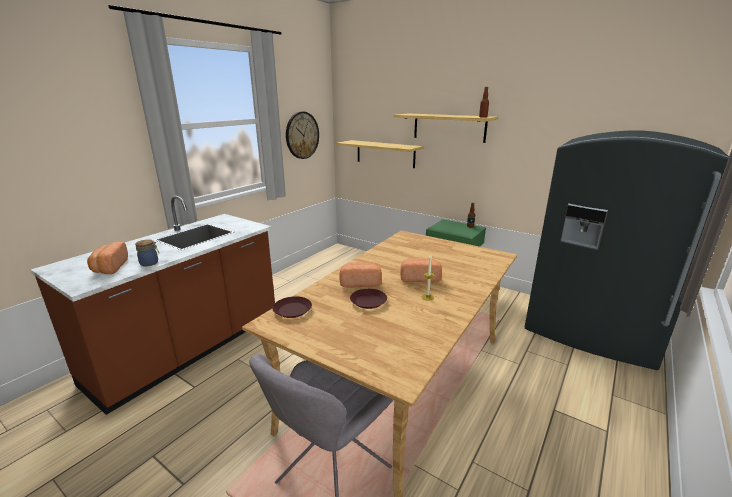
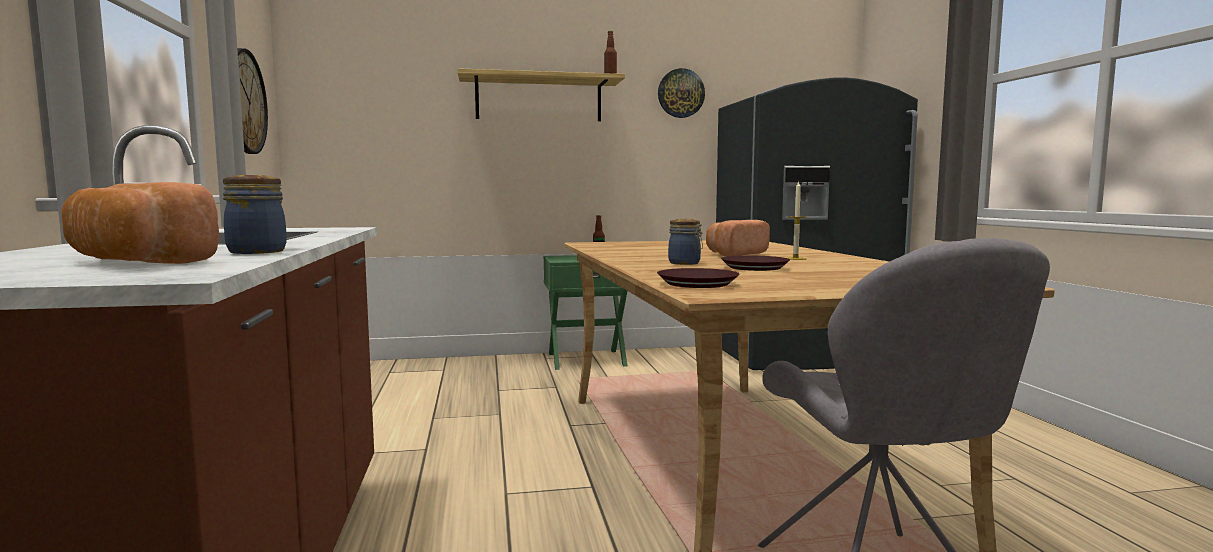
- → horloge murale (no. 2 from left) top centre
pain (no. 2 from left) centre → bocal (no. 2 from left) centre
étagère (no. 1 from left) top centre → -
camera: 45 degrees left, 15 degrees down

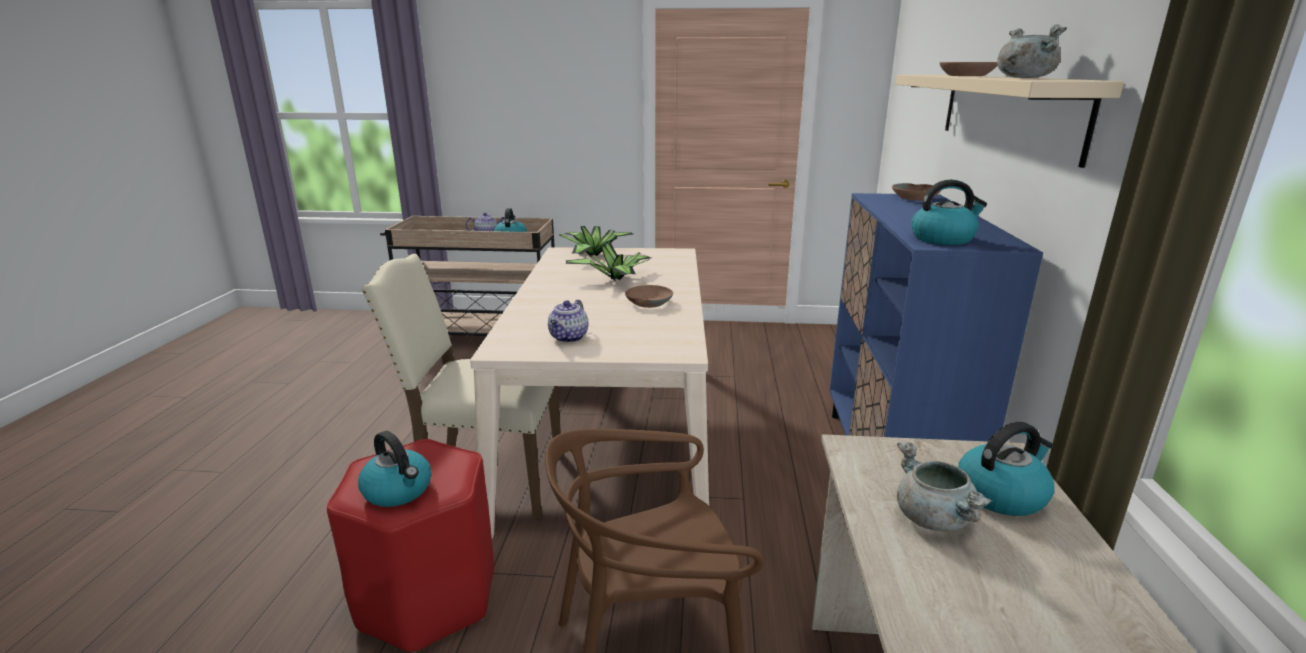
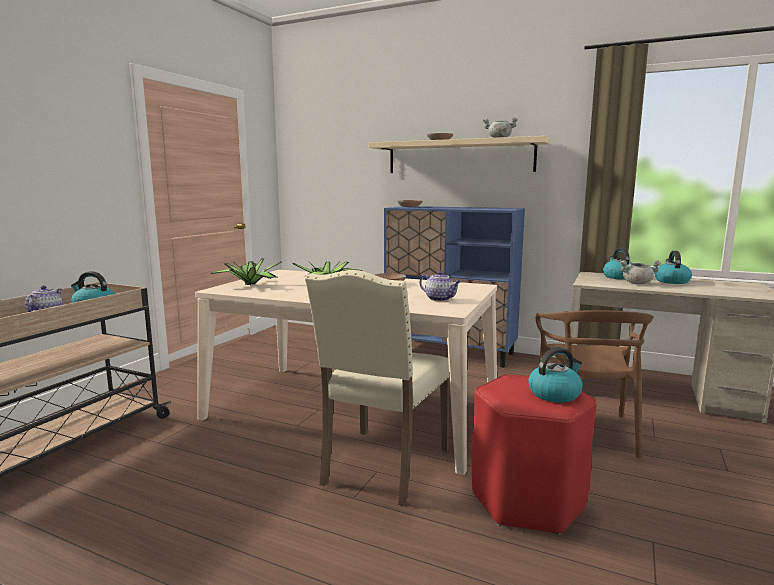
bouilloire (no. 3 from left in the first image) top right → bouilloire (no. 4 from left) middle right, shifted
camera: 70 degrees left, 10 degrees down

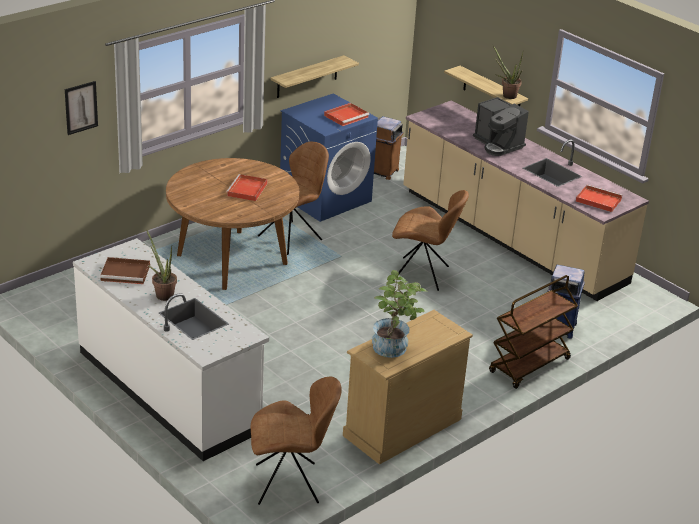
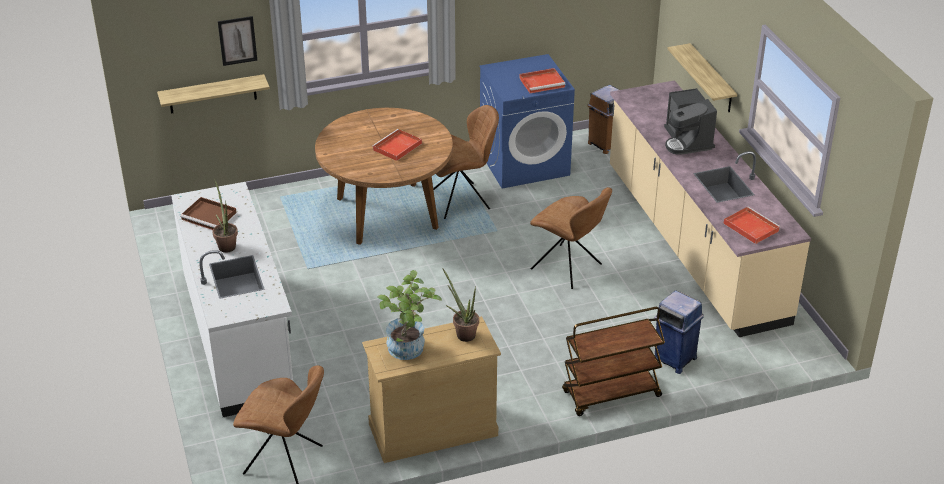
étagère (no. 1 from left) top centre → étagère (no. 1 from left) top left, shifted
plante en pot (no. 3 from left) top right → plante en pot (no. 3 from left) centre, shifted
camera: 25 degrees right, 5 degrees up

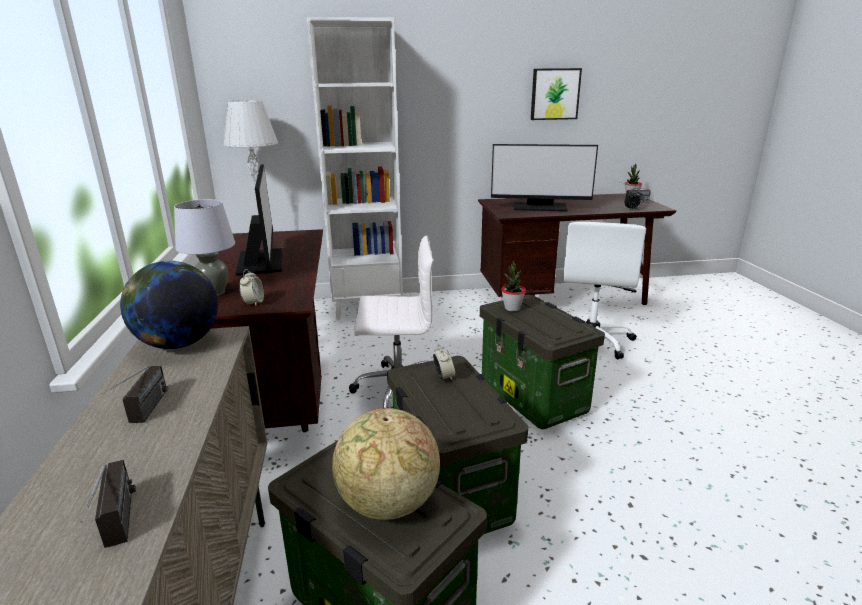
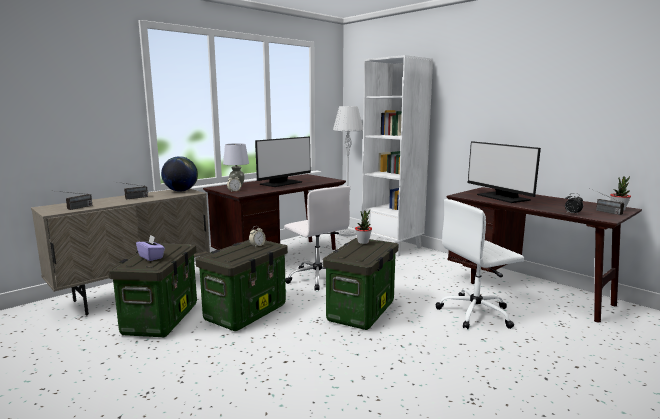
globe (no. 2 from left) bottom centre → boîte à mouchoirs [violet] middle left
tableau top centre → -
camera: 55 degrees right, 10 degrees down

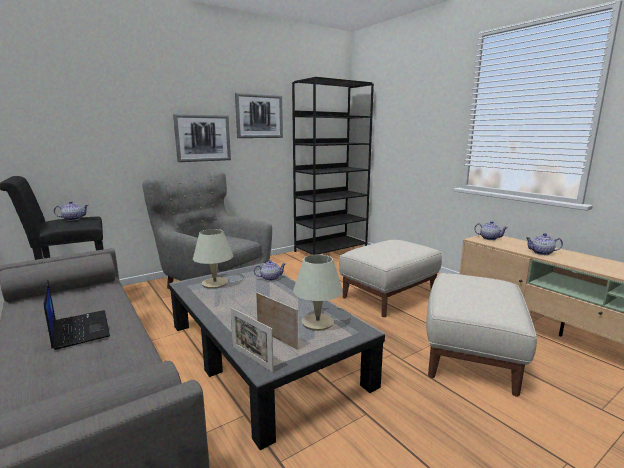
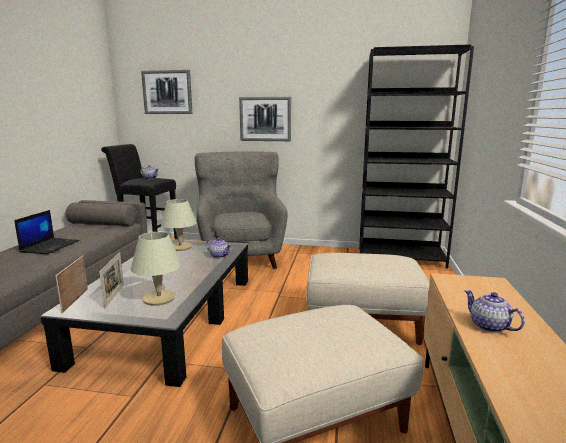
tableau (no. 2 from left in the first image) top centre → tableau (no. 1 from left) top left, shifted
théière (no. 3 from left) middle right → -
camera: 45 degrees right, 0 degrees up

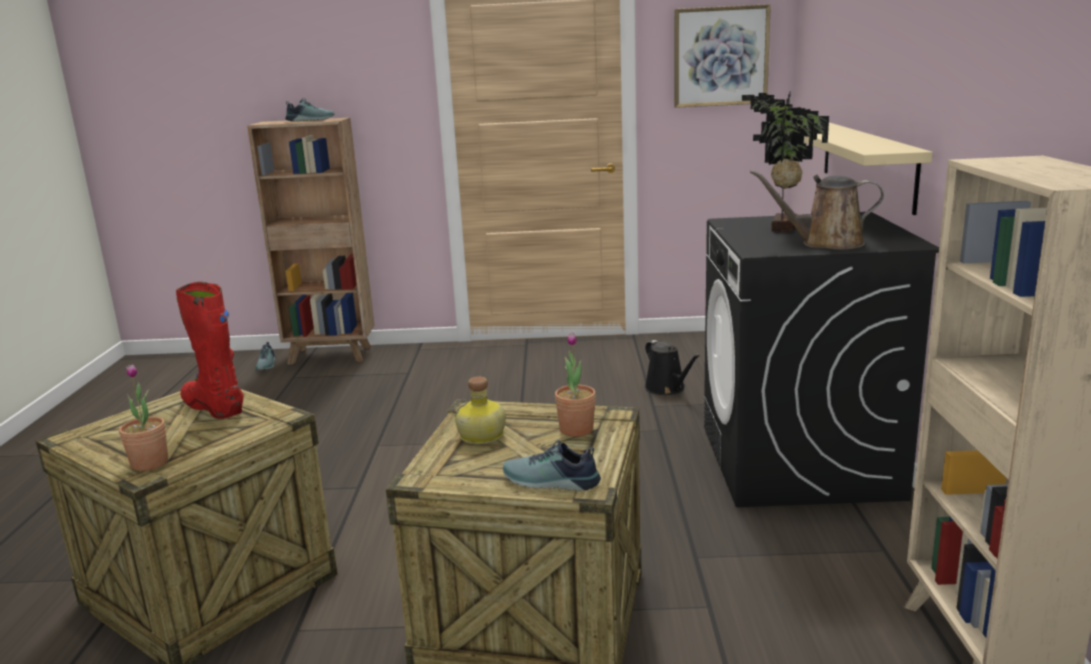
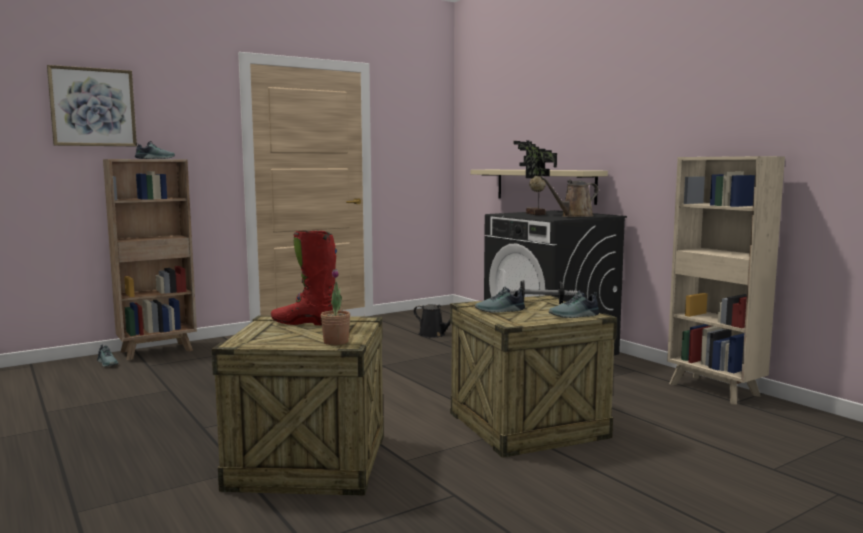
tableau top centre → tableau top left, shifted
bouteille centre → chaussure (no. 3 from left) centre
plante en pot (no. 2 from left) centre → haltère centre
camera: 35 degrees left, 10 degrees down

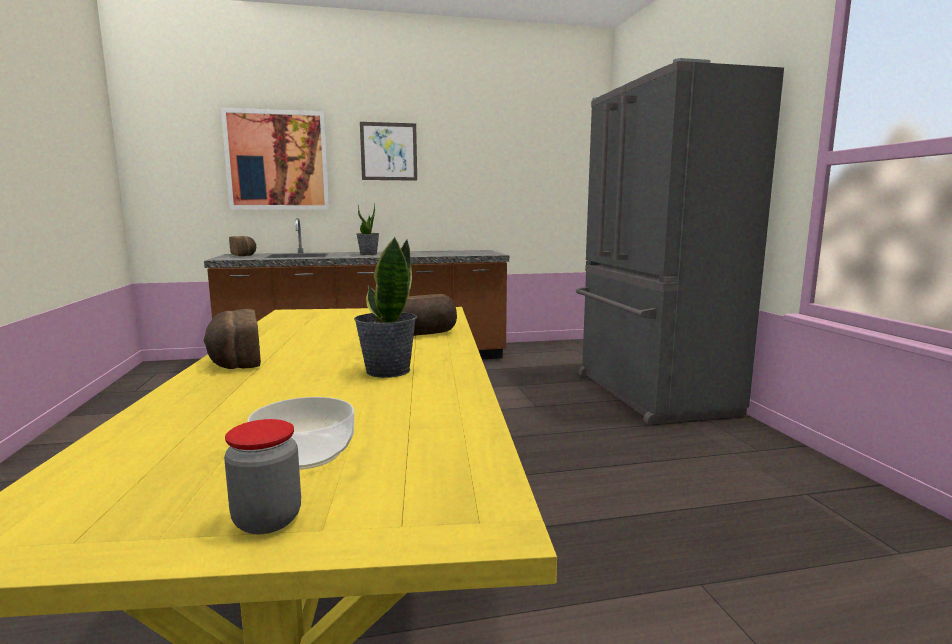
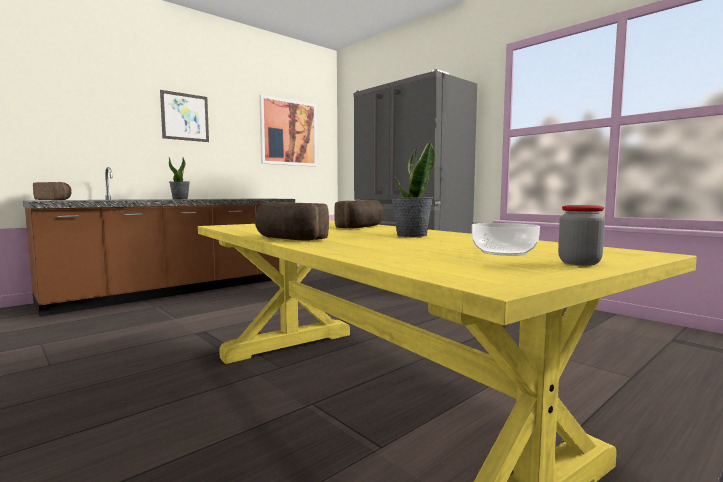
tableau (no. 1 from left in the first image) top left → tableau (no. 2 from left) top centre, shifted
camera: 30 degrees left, 5 degrees down

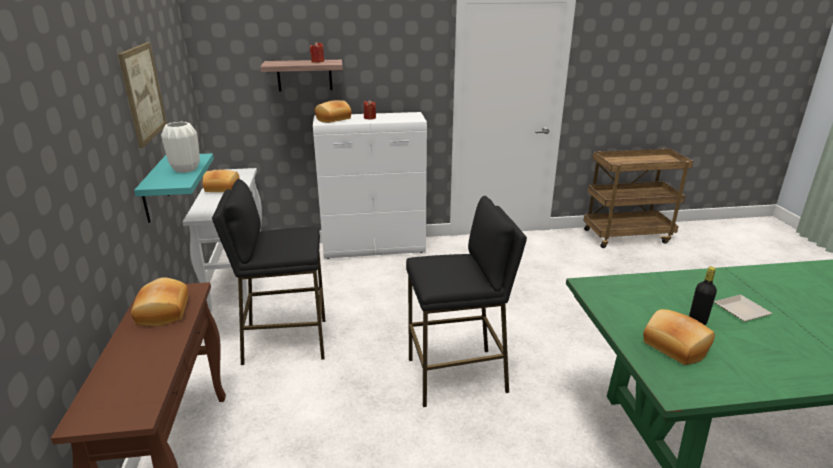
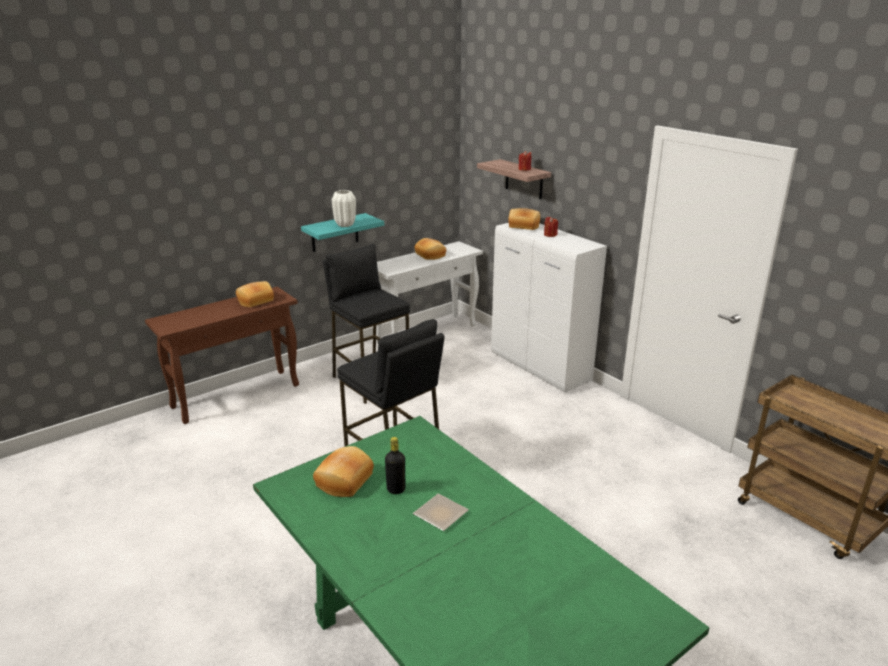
tableau top left → -
camera: 60 degrees right, 0 degrees up

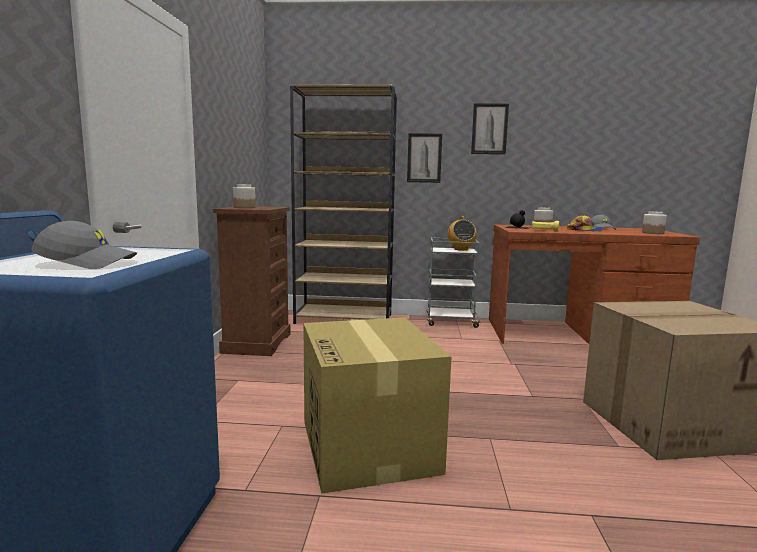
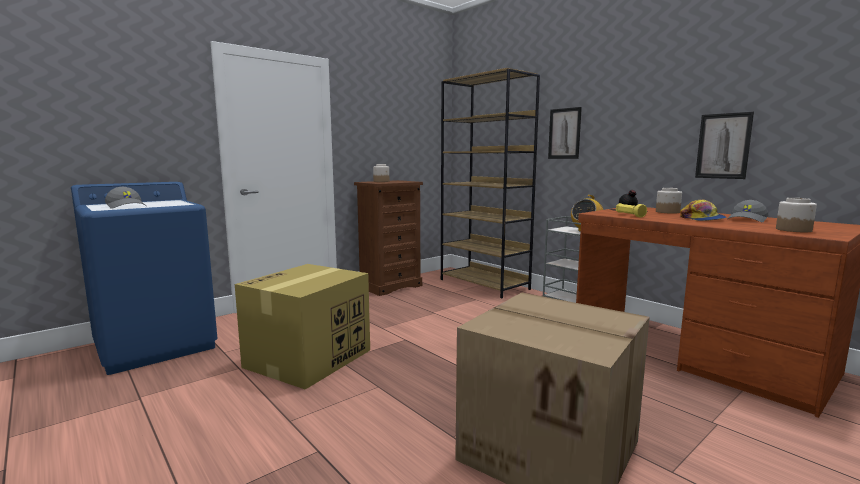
tableau (no. 2 from left) top centre → tableau (no. 2 from left) top right, shifted
camera: 45 degrees right, 0 degrees up

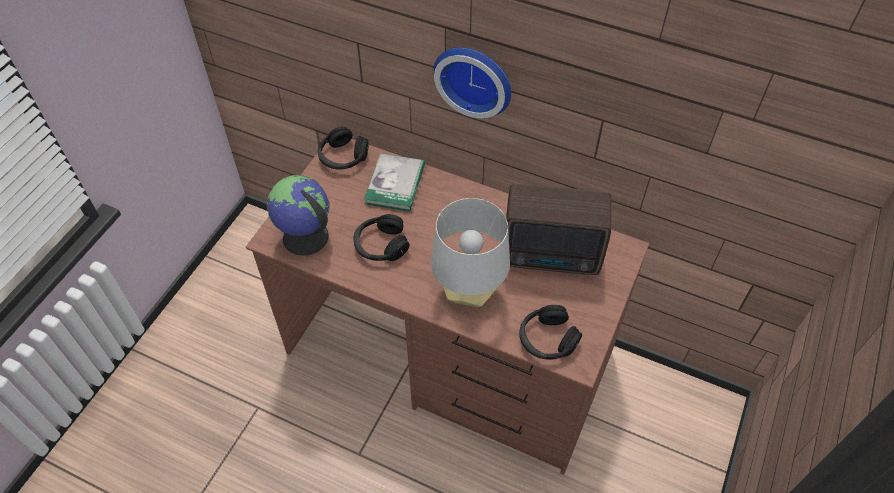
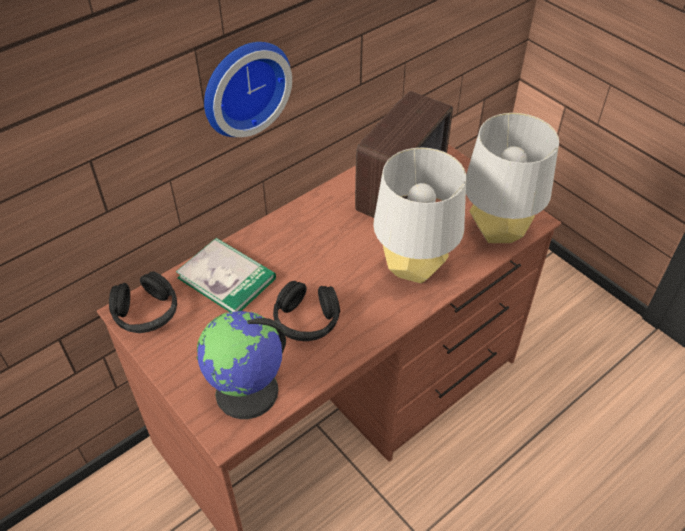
casque audio [noir] (no. 3 from left) bottom centre → lampe de table [gris] (no. 2 from left) middle right
camera: 65 degrees left, 5 degrees down

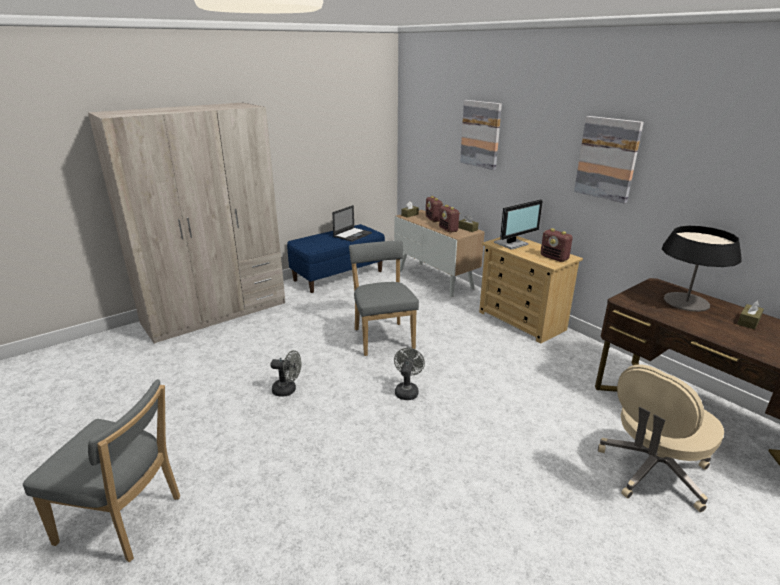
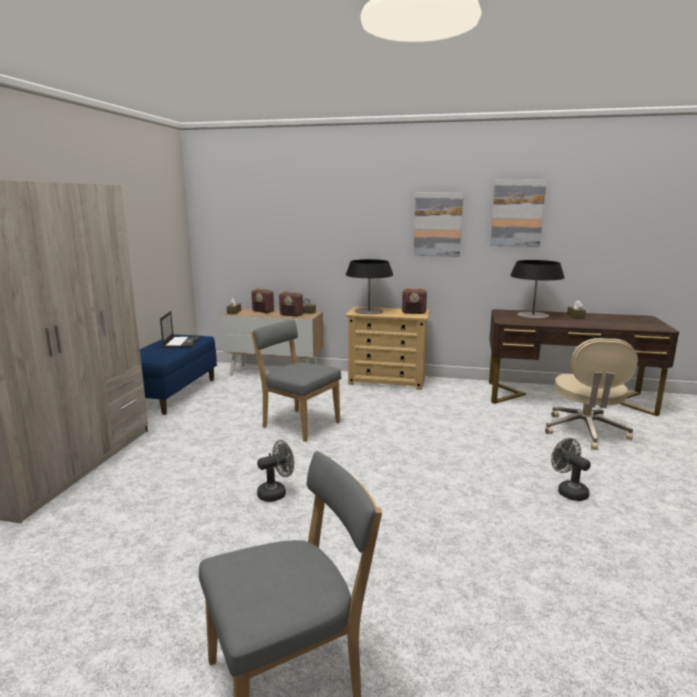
écran d'ordinateur centre → lampe de table (no. 1 from left) centre
tableau (no. 1 from left in the first image) top centre → tableau (no. 2 from left) top right, shifted
ventilateur [gris] (no. 2 from left) centre → ventilateur [gris] (no. 2 from left) bottom right, shifted
camera: 40 degrees left, 10 degrees down

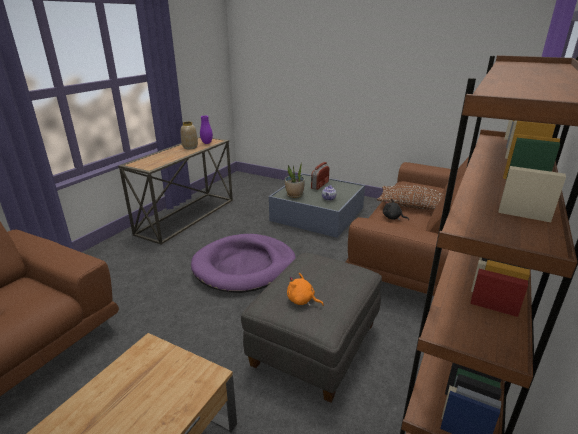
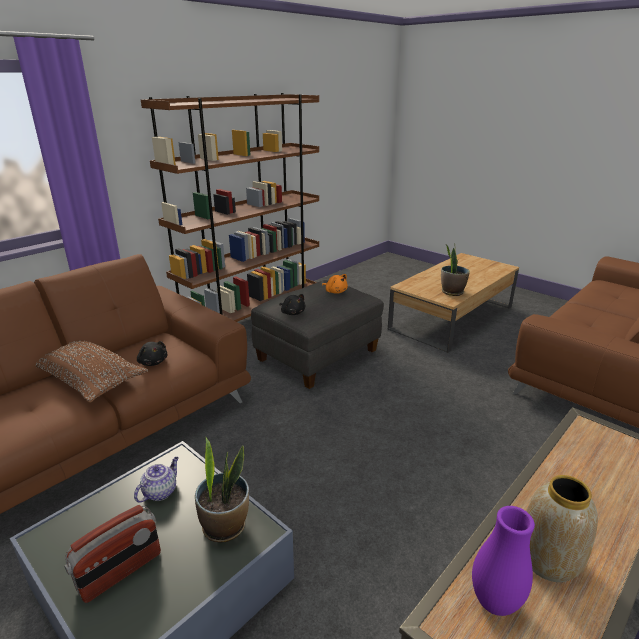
- → peluche [noir] (no. 2 from left) centre
- → plante en pot (no. 2 from left) middle right
panier pour chien [violet] centre → -
camera: 165 degrees left, 0 degrees up

